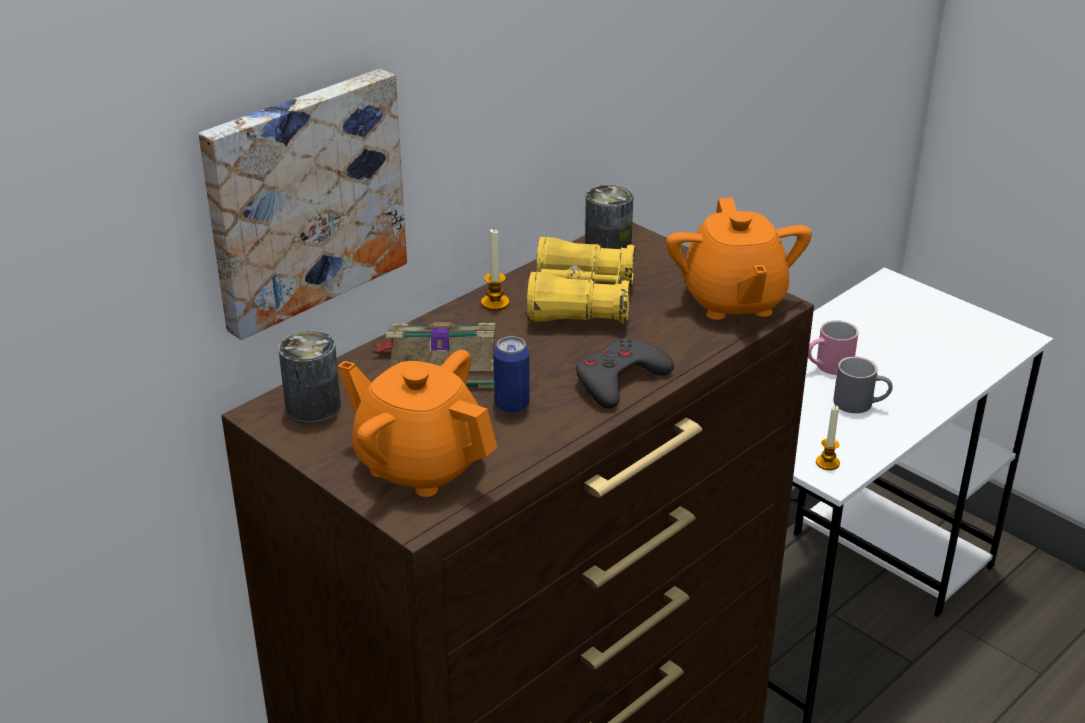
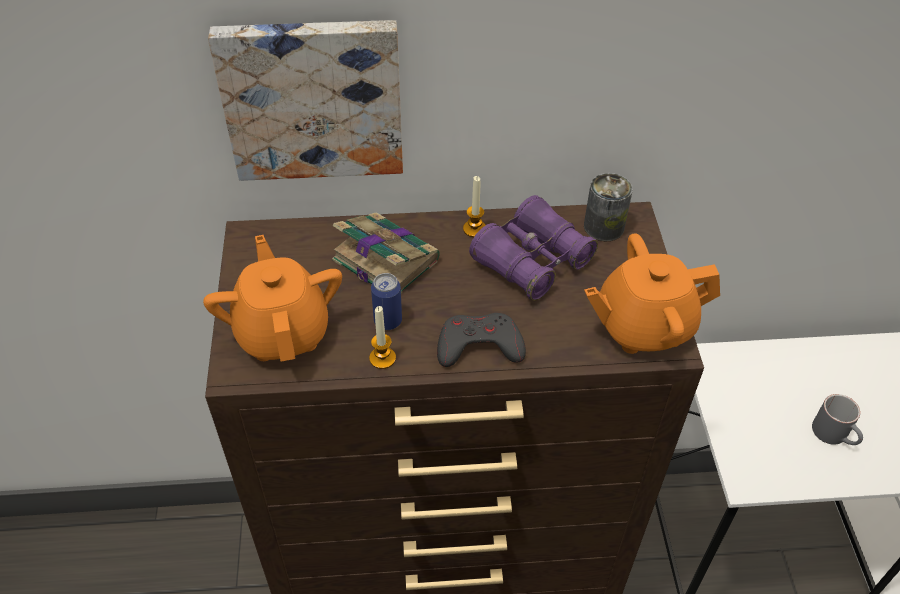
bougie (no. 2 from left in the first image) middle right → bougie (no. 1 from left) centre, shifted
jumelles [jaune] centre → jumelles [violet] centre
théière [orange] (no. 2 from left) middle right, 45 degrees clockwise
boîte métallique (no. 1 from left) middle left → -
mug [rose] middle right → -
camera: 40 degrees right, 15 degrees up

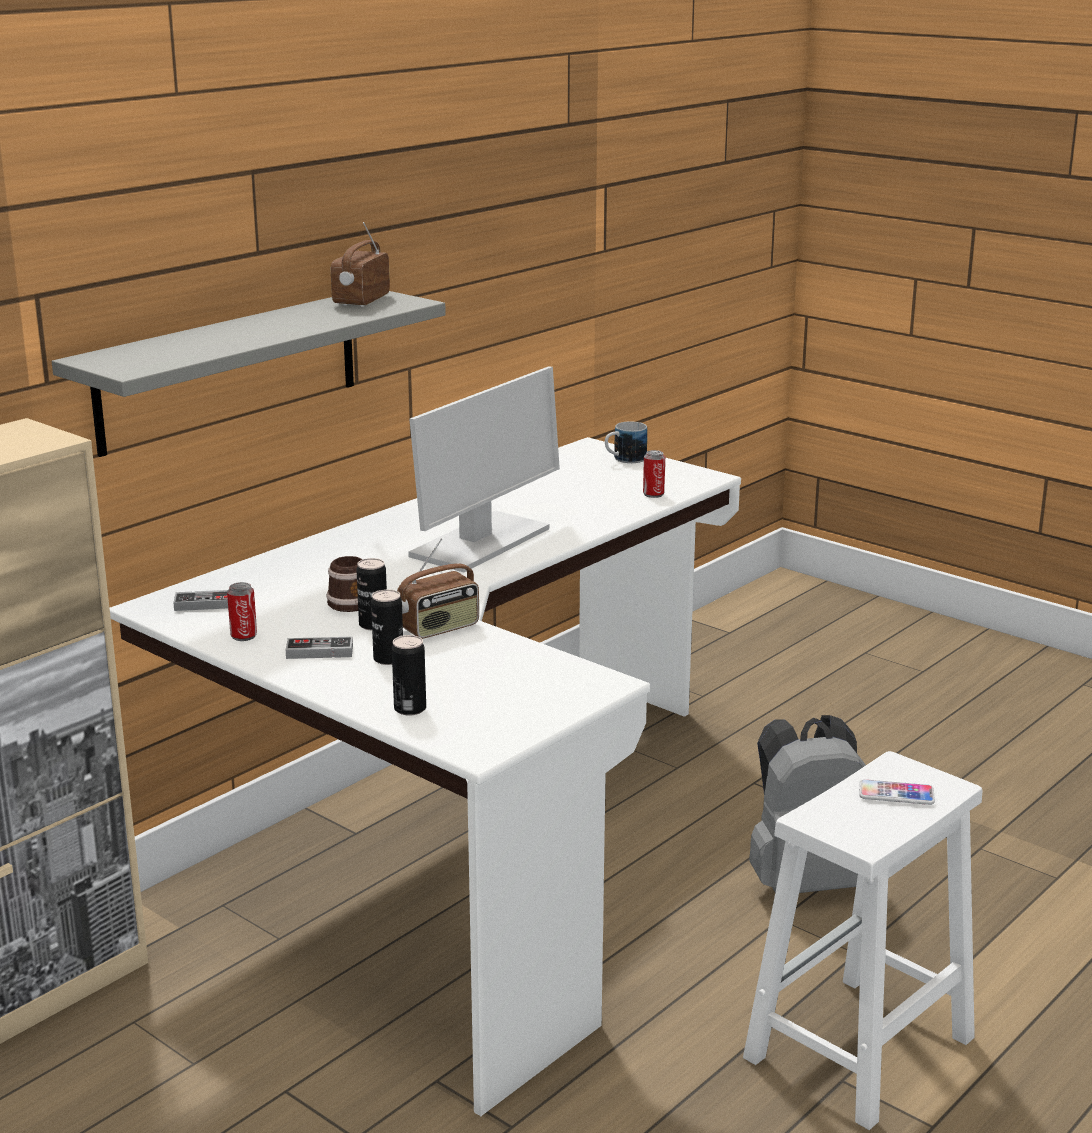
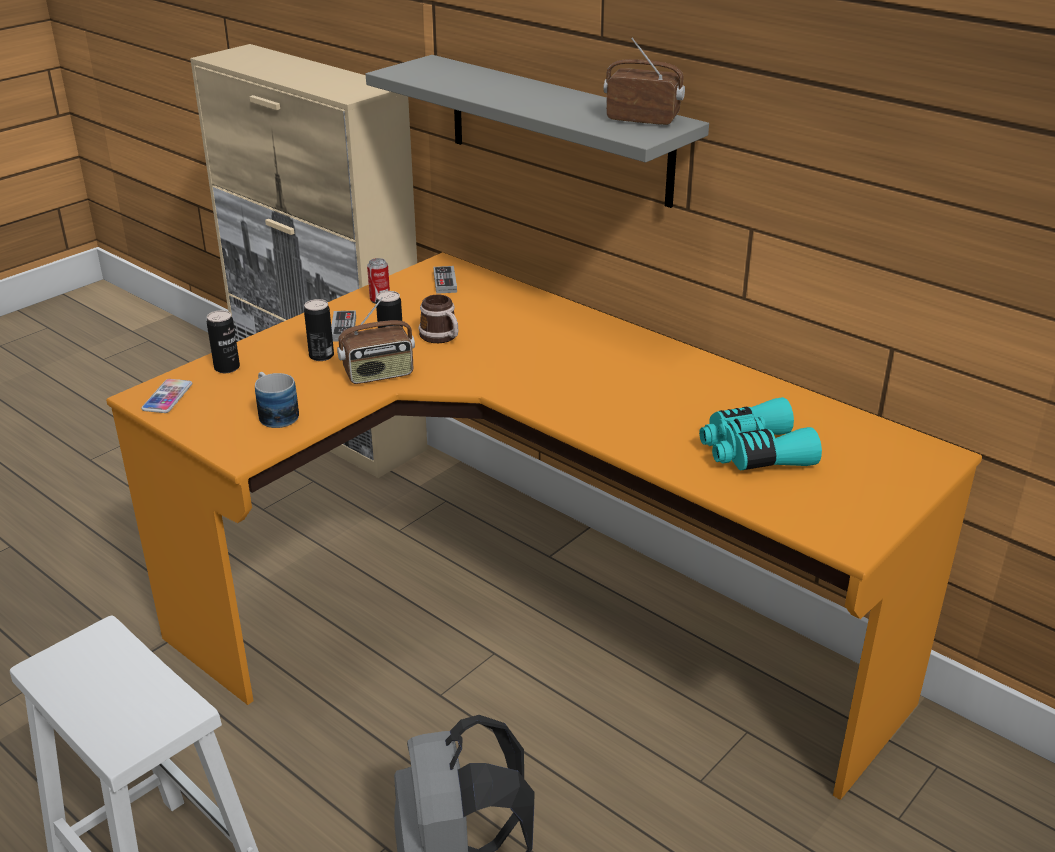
bureau [blanc] bottom centre → bureau [orange] centre
téléphone bottom right → téléphone middle left, shifted
mug (no. 2 from left in the first image) centre → mug (no. 1 from left) middle left, shifted
radio (no. 2 from left in the first image) centre → radio (no. 1 from left) centre, 75 degrees counterclockwise
- → jumelles [turquoise] middle right
écran d'ordinateur centre → -
boîte métallique (no. 5 from left) centre → -
camera: 90 degrees right, 10 degrees up

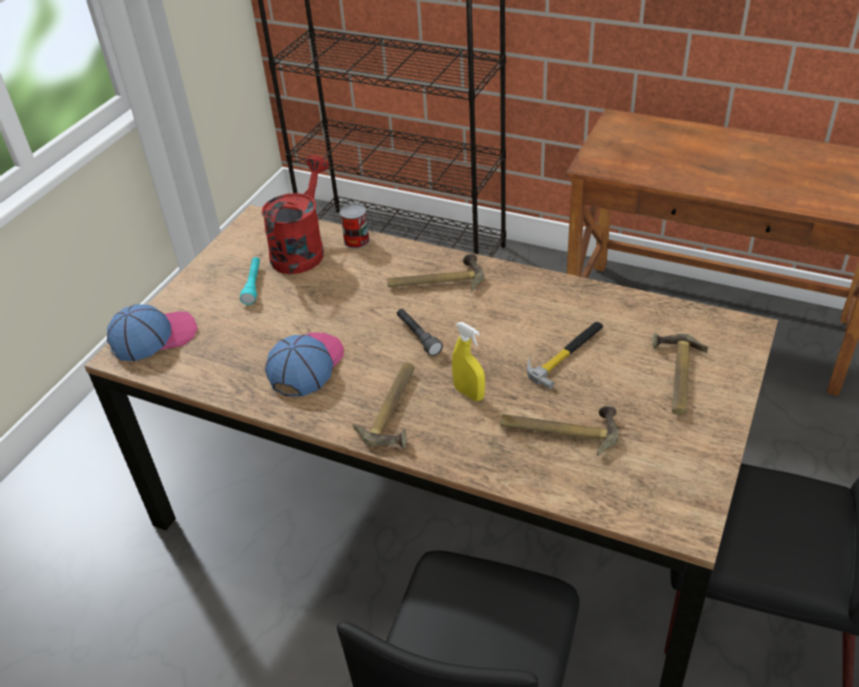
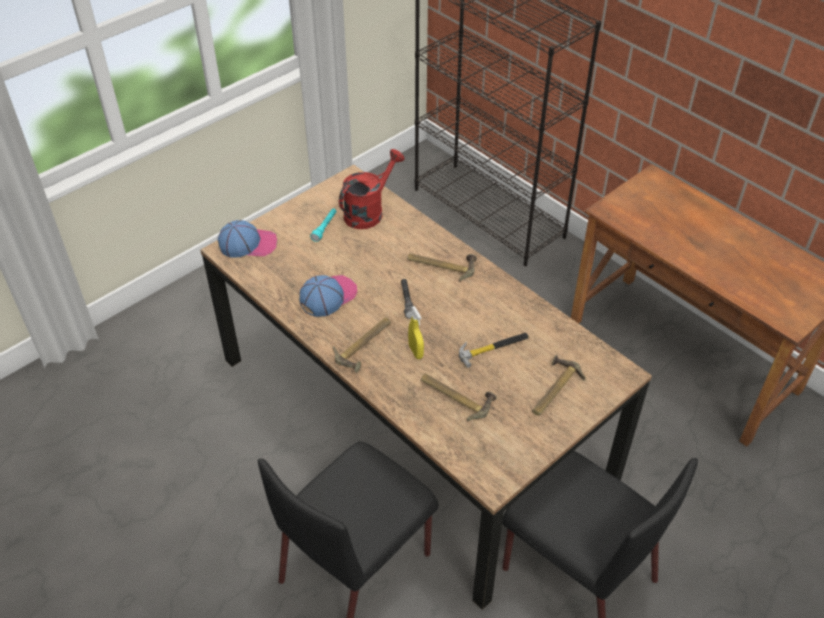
boîte métallique top centre → -
camera: 20 degrees right, 5 degrees up

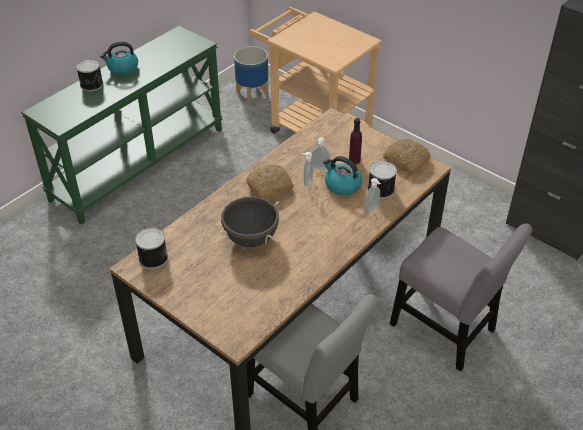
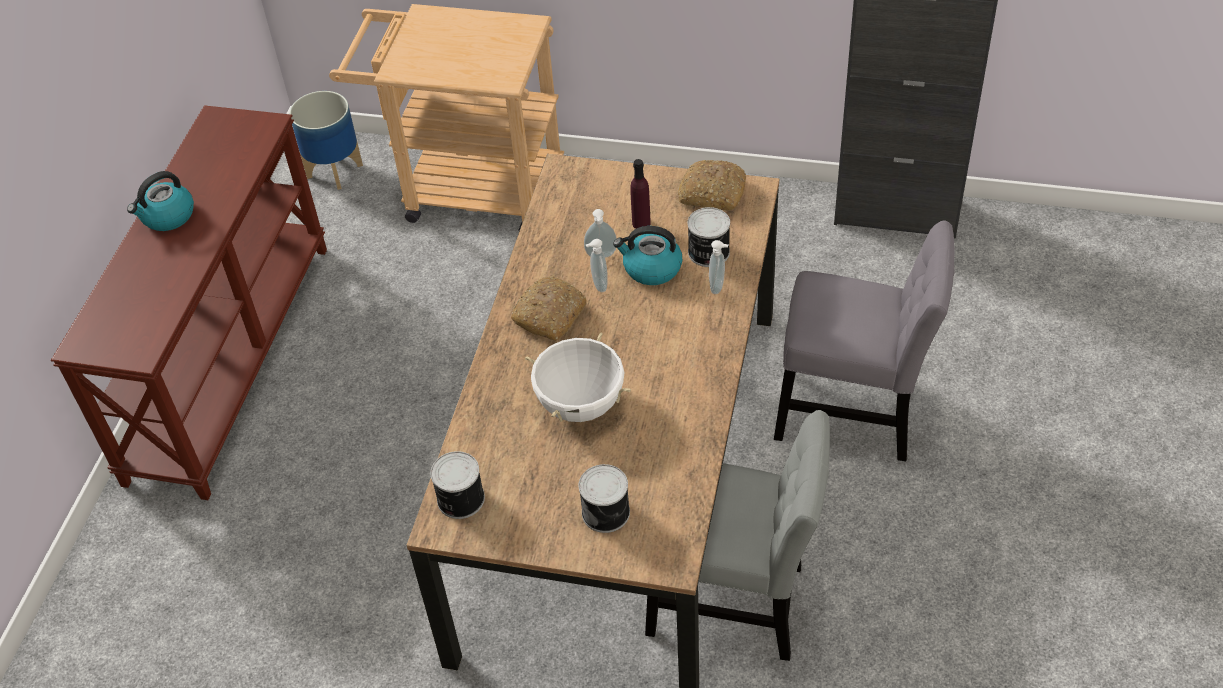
table console [vert] top left → table console [marron] middle left
marmite [noir] centre → marmite [blanc] centre
boîte métallique (no. 1 from left in the first image) top left → boîte métallique (no. 2 from left) bottom centre, shifted
camera: 25 degrees left, 5 degrees up

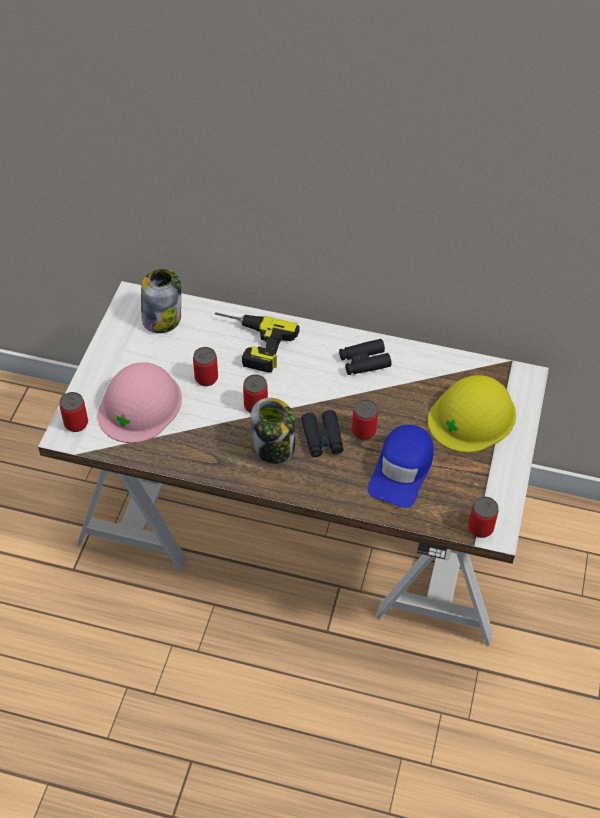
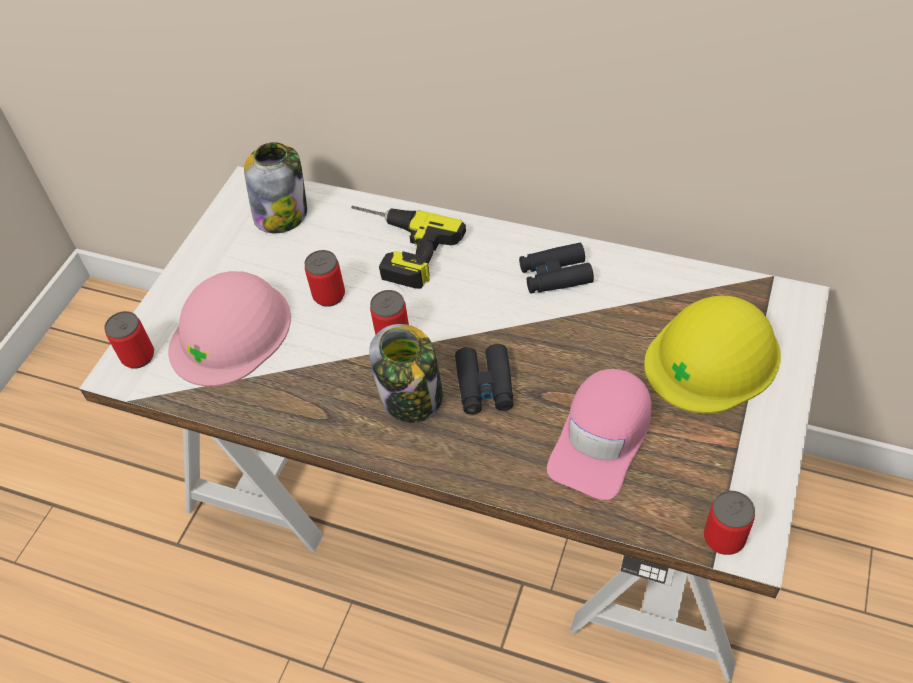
casquette [bleu] middle right → casquette [rose] centre
boîte métallique (no. 4 from left) centre → -
camera: 10 degrees right, 0 degrees up

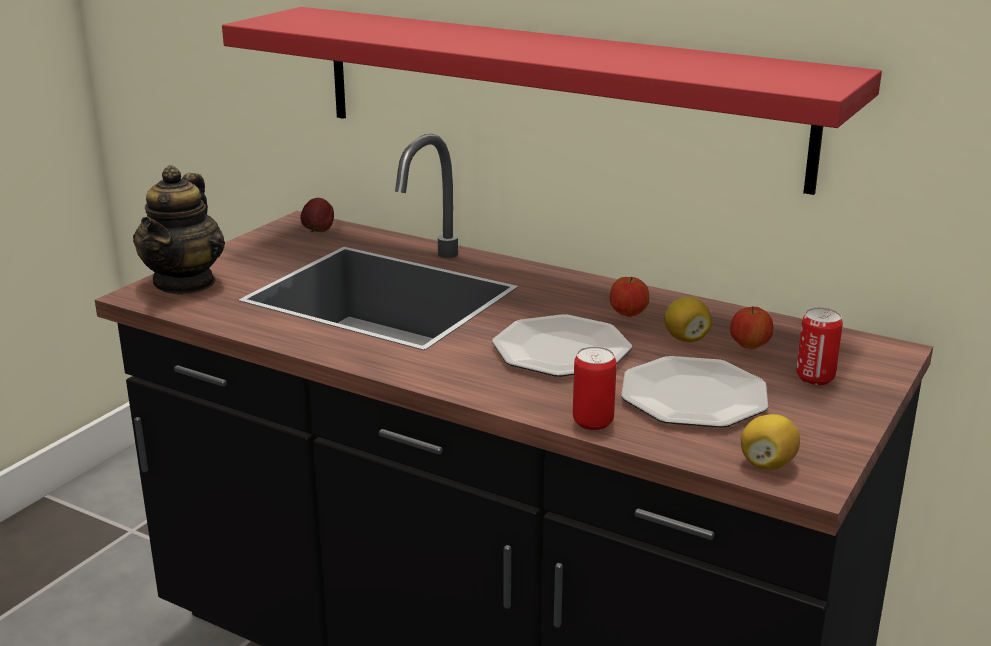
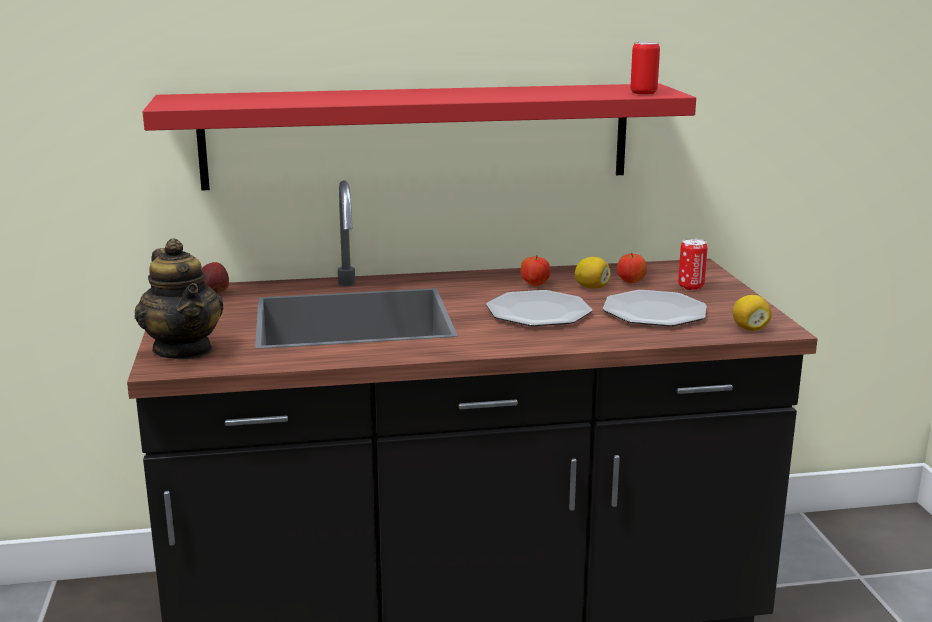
boîte métallique (no. 1 from left) centre → boîte métallique (no. 1 from left) top right, shifted
camera: 40 degrees left, 5 degrees down

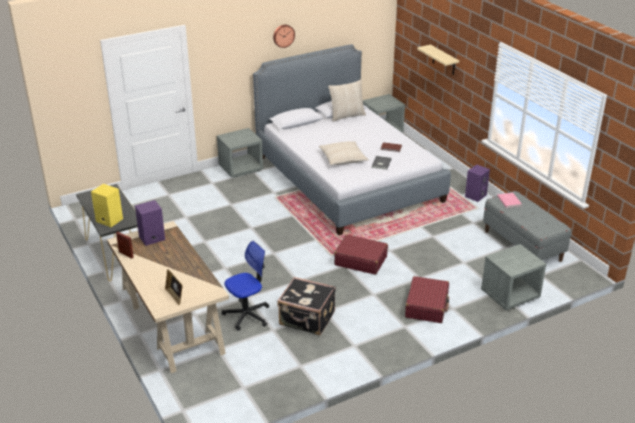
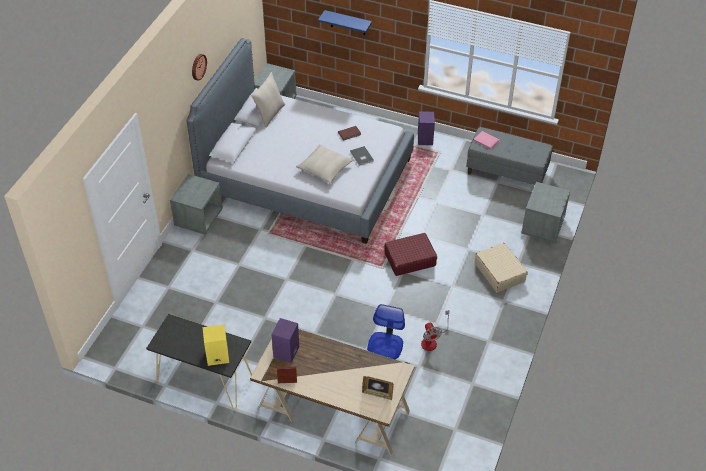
étagère [beige] top right → étagère [bleu] top centre
valise [noir] bottom centre → ventilateur bottom centre
valise [rouge] (no. 2 from left) bottom right → valise [beige] middle right
camera: 40 degrees left, 15 degrees up

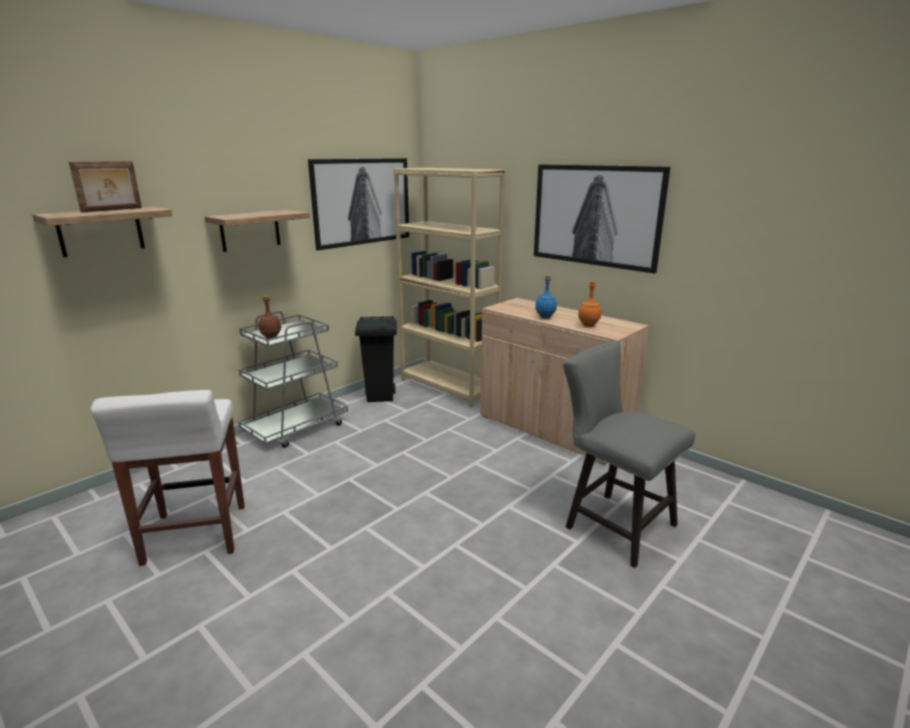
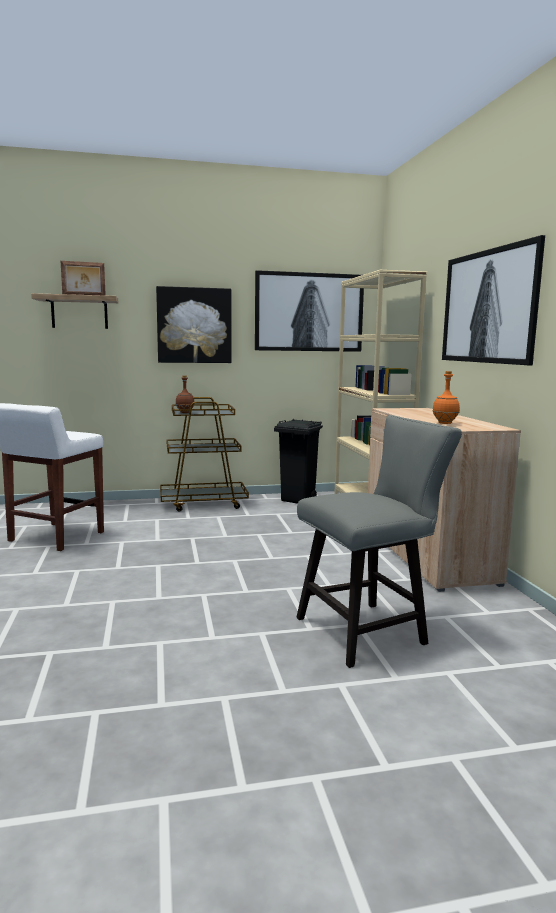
étagère (no. 2 from left) top left → tableau (no. 1 from left) centre
chariot [gris] middle left → chariot [marron] centre
chaise [gris] middle right, 75 degrees clockwise
bouteille [bleu] centre → -
camera: 35 degrees right, 10 degrees down

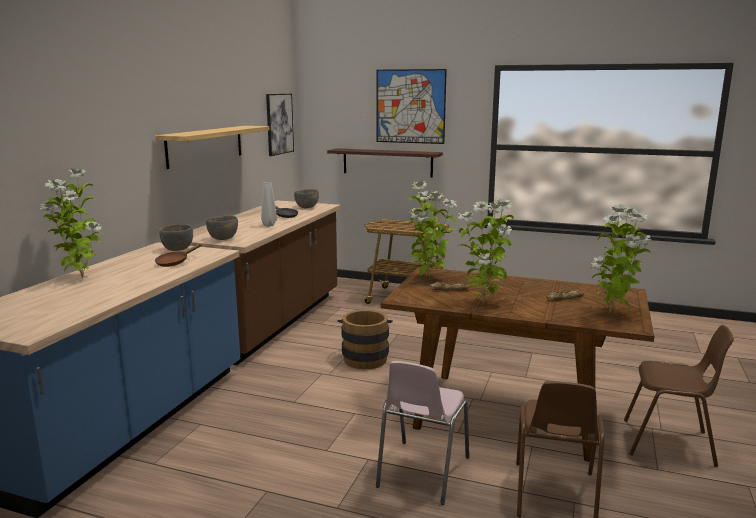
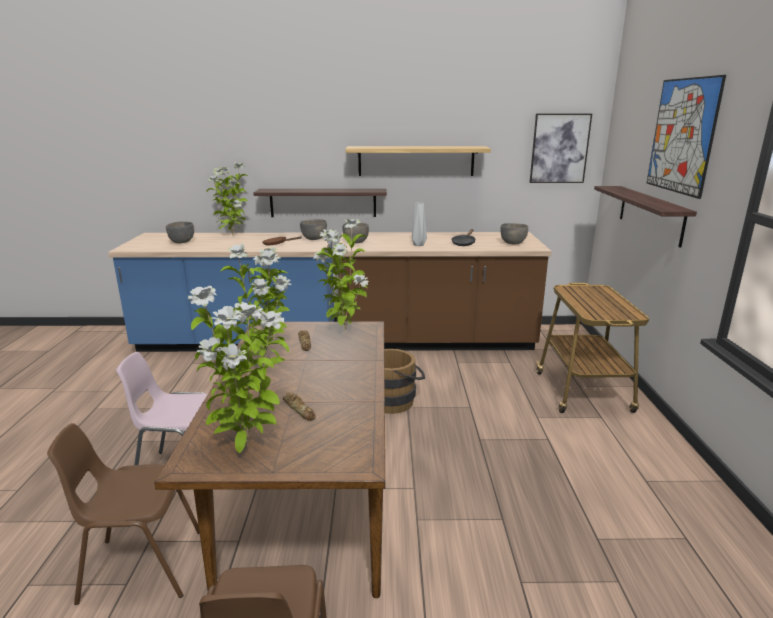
- → bol [gris] (no. 1 from left) middle left
- → étagère (no. 1 from left) top centre
camera: 70 degrees right, 5 degrees up

